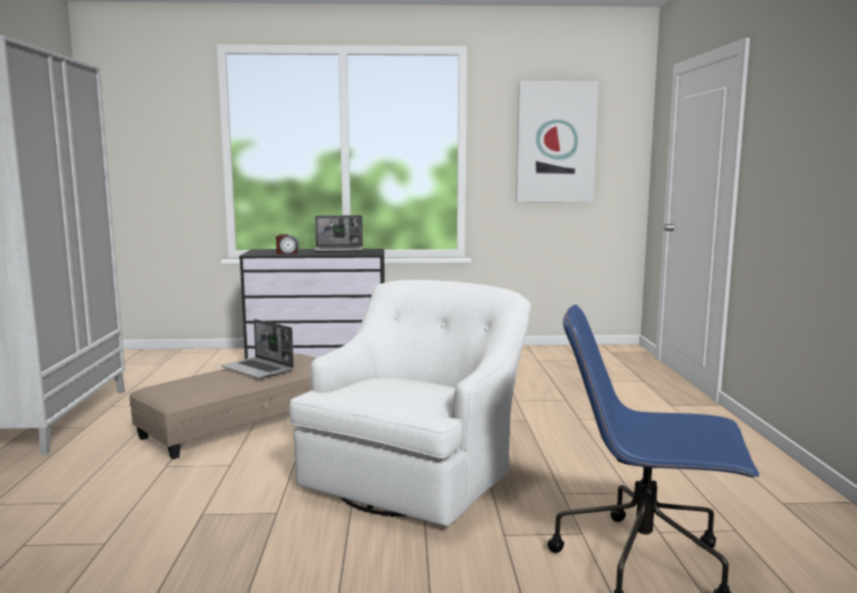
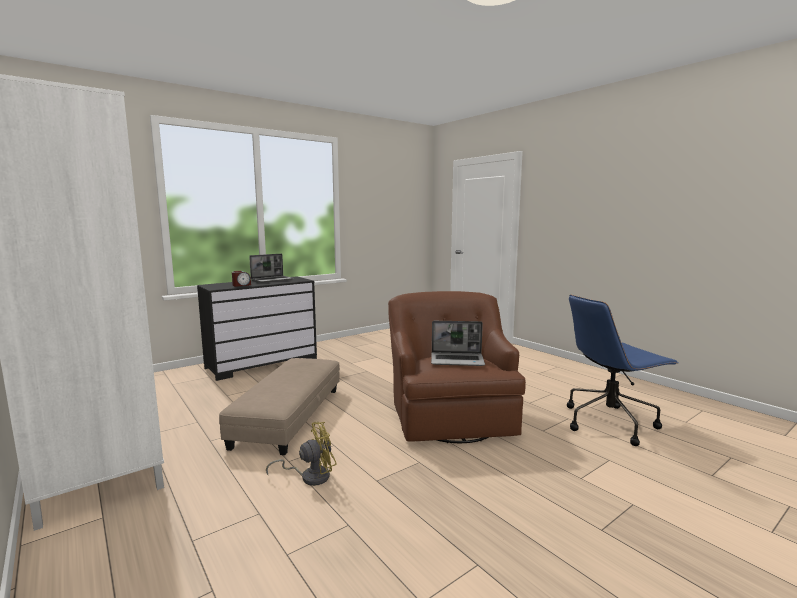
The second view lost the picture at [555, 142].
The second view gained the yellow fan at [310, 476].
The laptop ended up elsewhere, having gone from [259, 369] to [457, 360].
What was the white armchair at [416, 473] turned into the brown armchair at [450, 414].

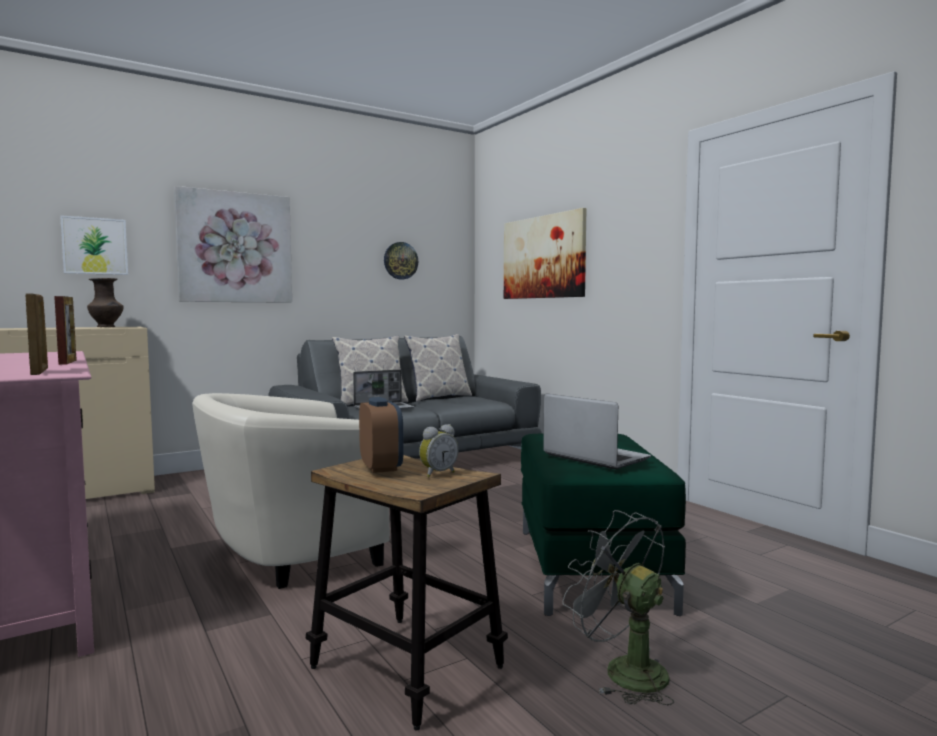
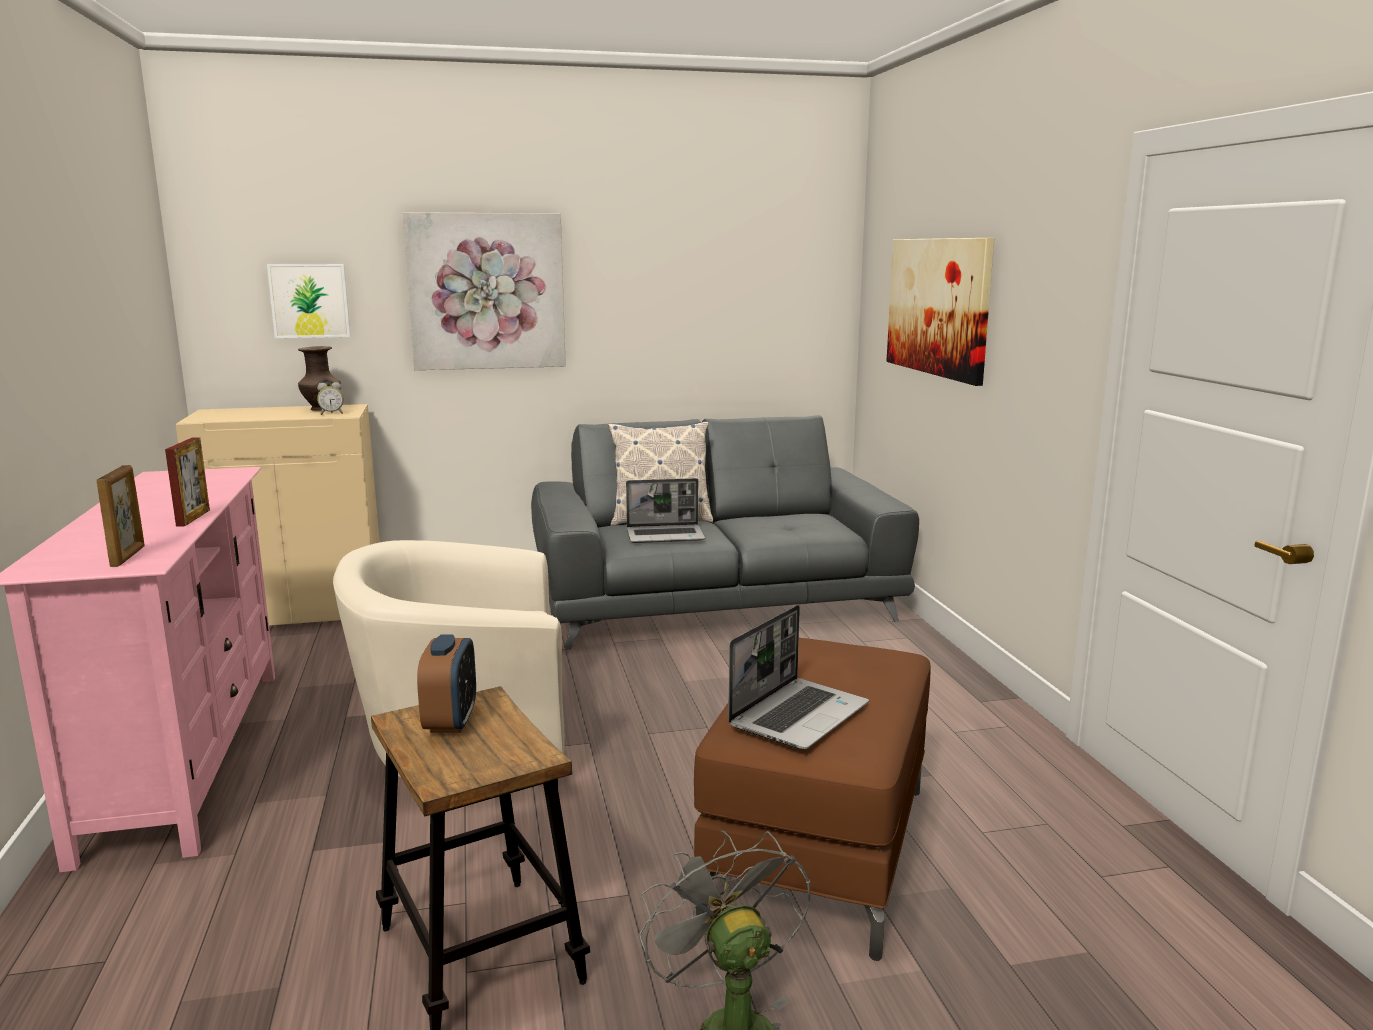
The second view lost the wall clock at [400, 260].
The second view lost the pillow at [438, 397].
The alarm clock ended up elsewhere, having gone from [437, 473] to [331, 413].
What was the green ottoman at [588, 566] turned into the brown ottoman at [818, 846].
The laptop at [594, 457] ended up facing another way, 60 degrees clockwise from before.

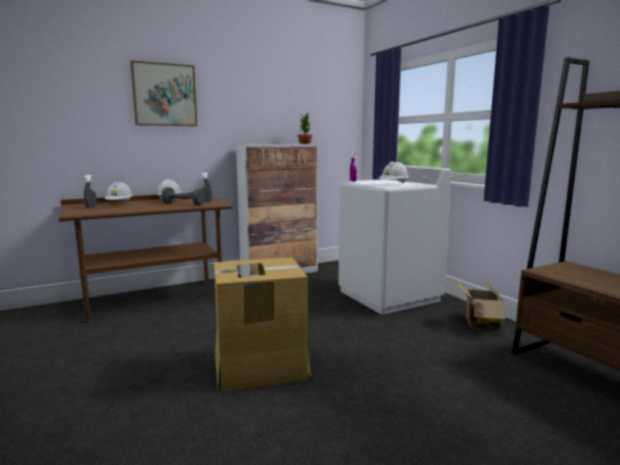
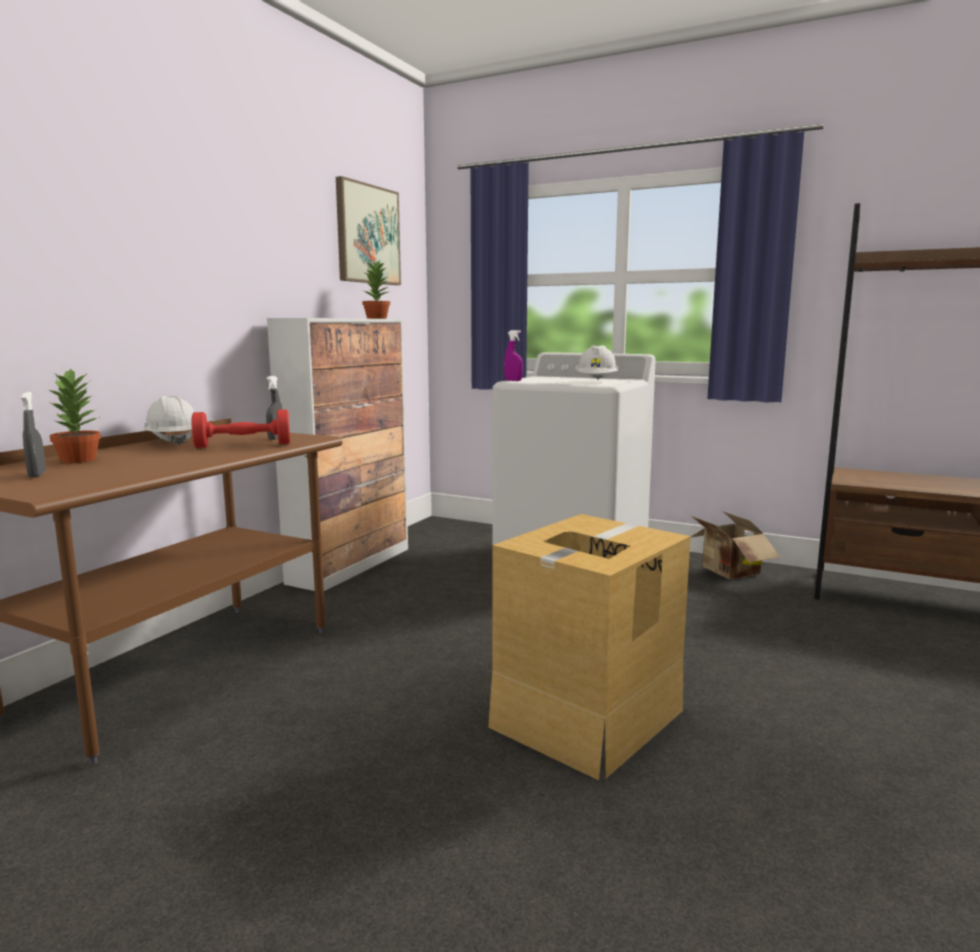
The picture ended up elsewhere, having gone from [164, 95] to [367, 234].
Where the white hard hat stood at [119, 203], the potted plant came to stand at [79, 460].
What was the grey dumbbell at [183, 204] turned into the red dumbbell at [243, 445].

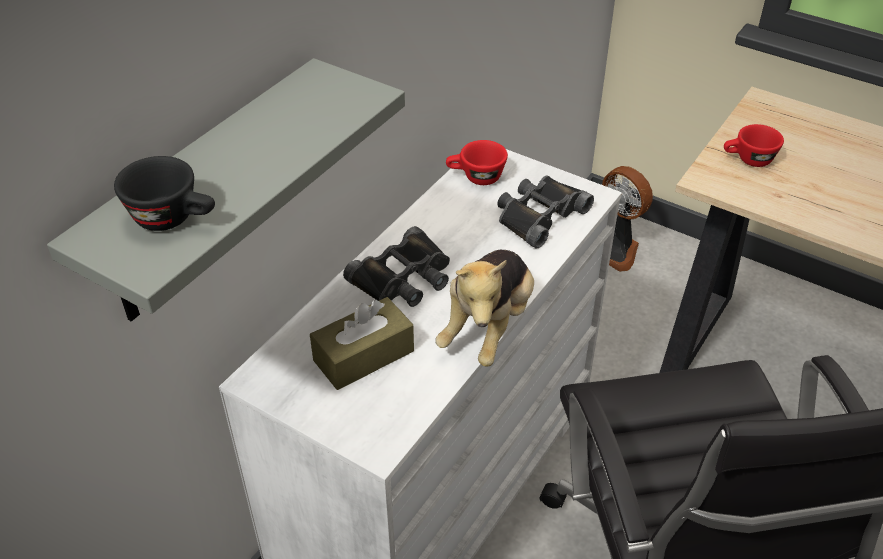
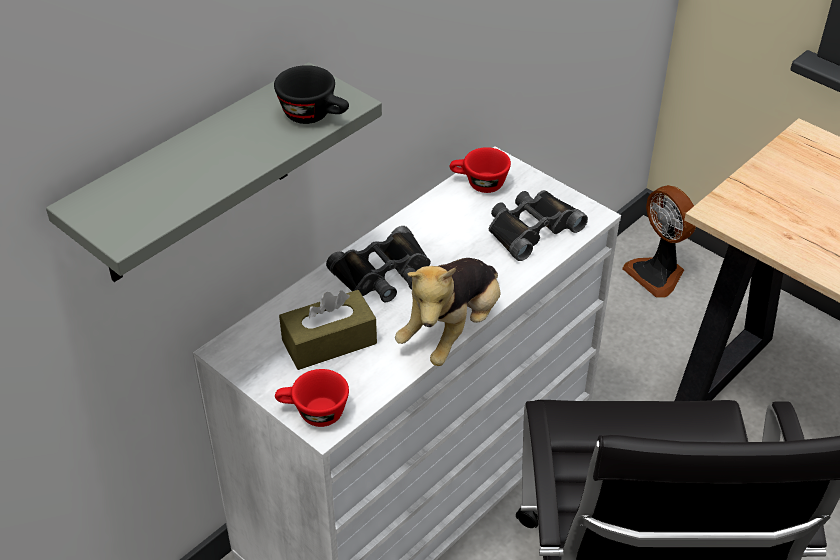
The black cup ended up elsewhere, having gone from [174, 218] to [315, 116].
The red cup ended up elsewhere, having gone from [748, 160] to [313, 413].

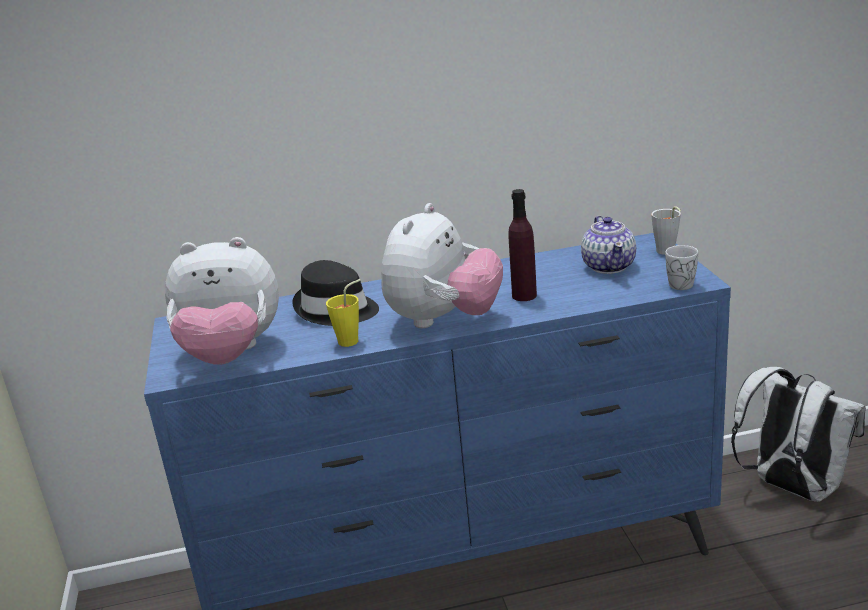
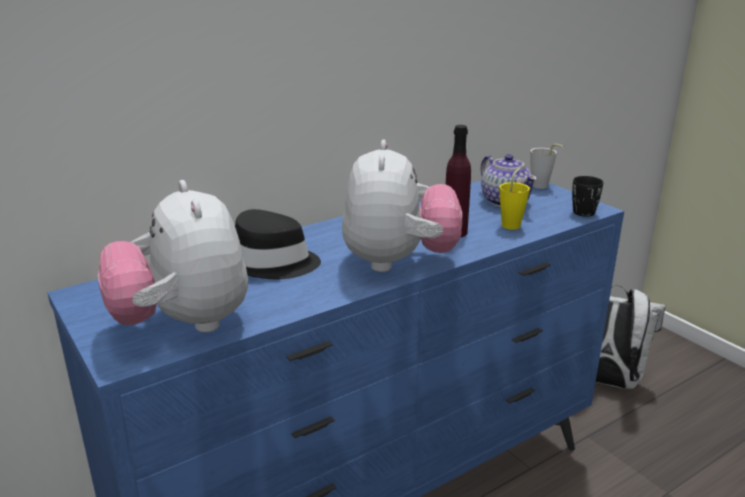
The yellow cup ended up elsewhere, having gone from [352, 340] to [512, 224].
What was the white mug at [682, 283] turned into the black mug at [582, 210].
The plush toy at [231, 355] ended up facing another way, 90 degrees clockwise from before.

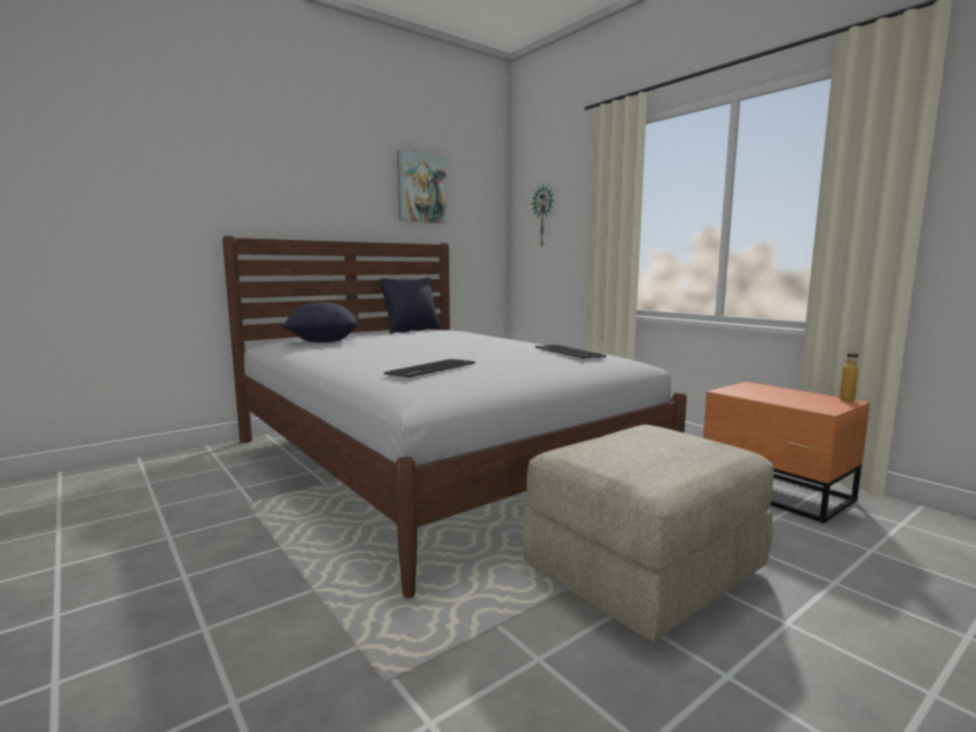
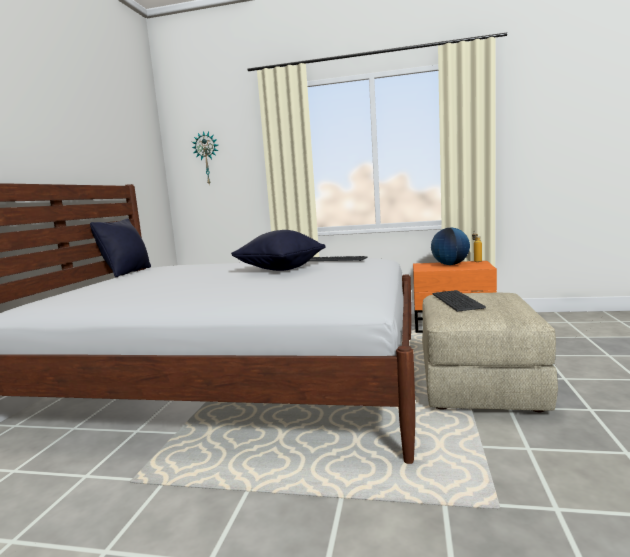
The second view lost the picture at [421, 188].
The second view gained the globe at [450, 264].
The black pillow ended up elsewhere, having gone from [323, 341] to [280, 269].
The keyboard ended up elsewhere, having gone from [431, 369] to [456, 301].

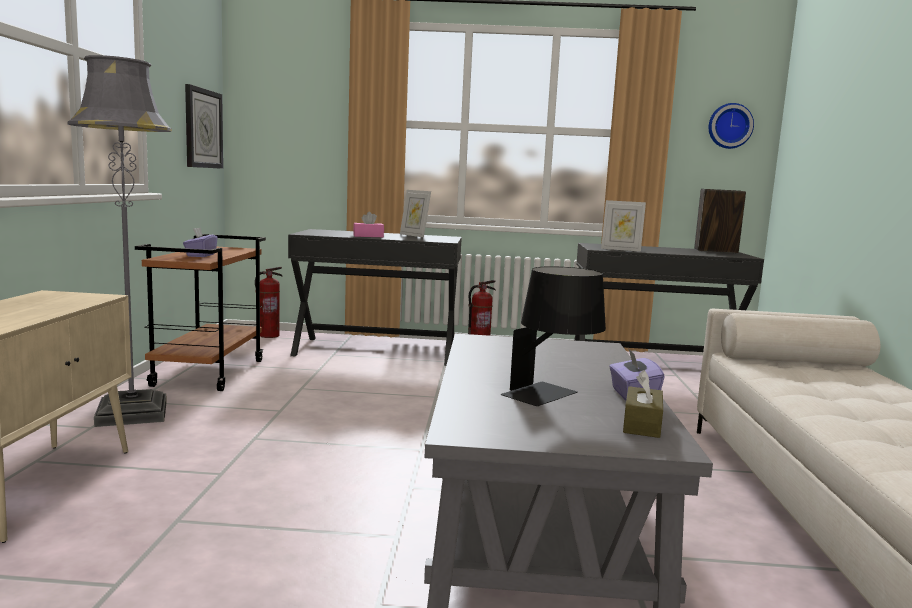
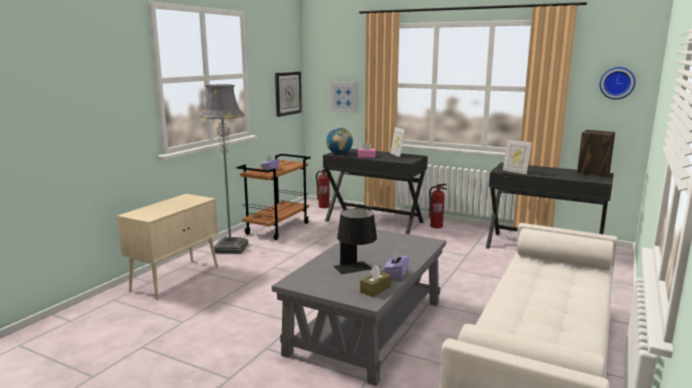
The second view gained the globe at [339, 154].
The second view gained the picture at [344, 97].

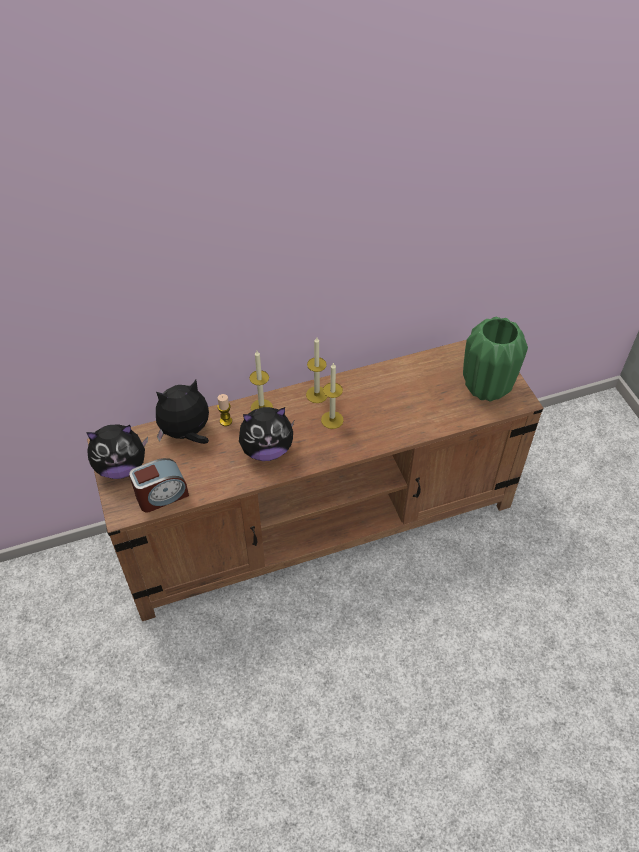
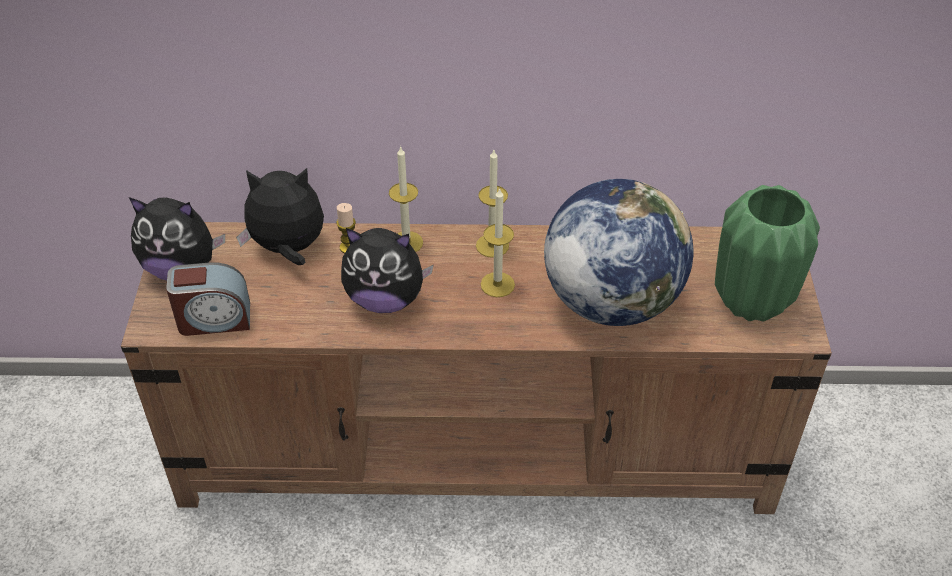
The second view gained the globe at [611, 301].

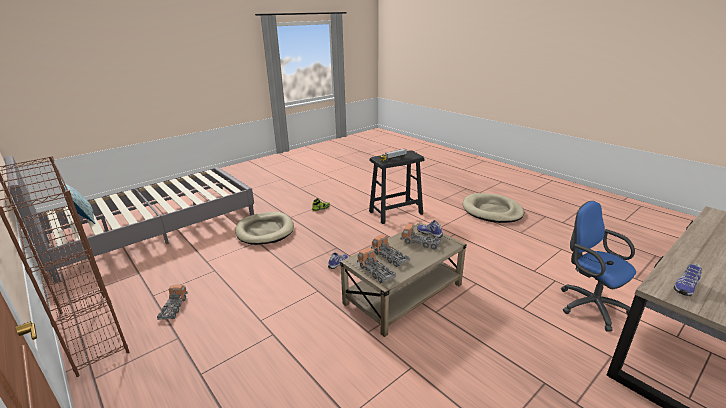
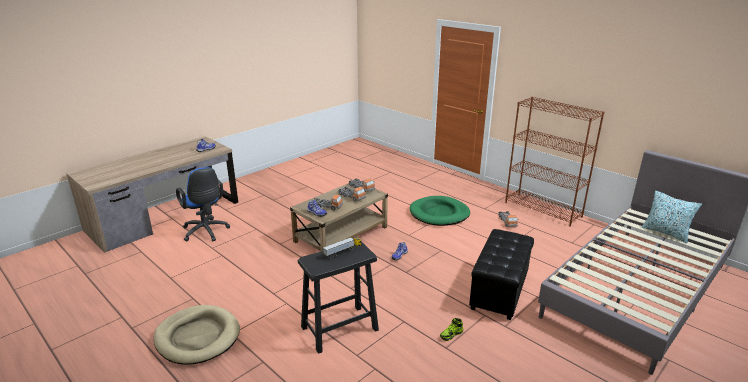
The second view gained the green dog bed at [439, 214].
Where the beige dog bed stood at [265, 230], the black ottoman came to stand at [500, 291].

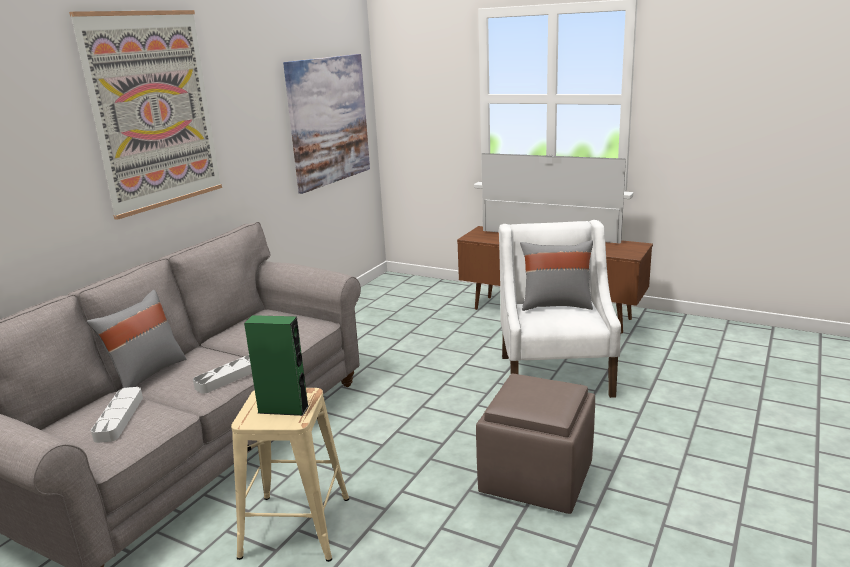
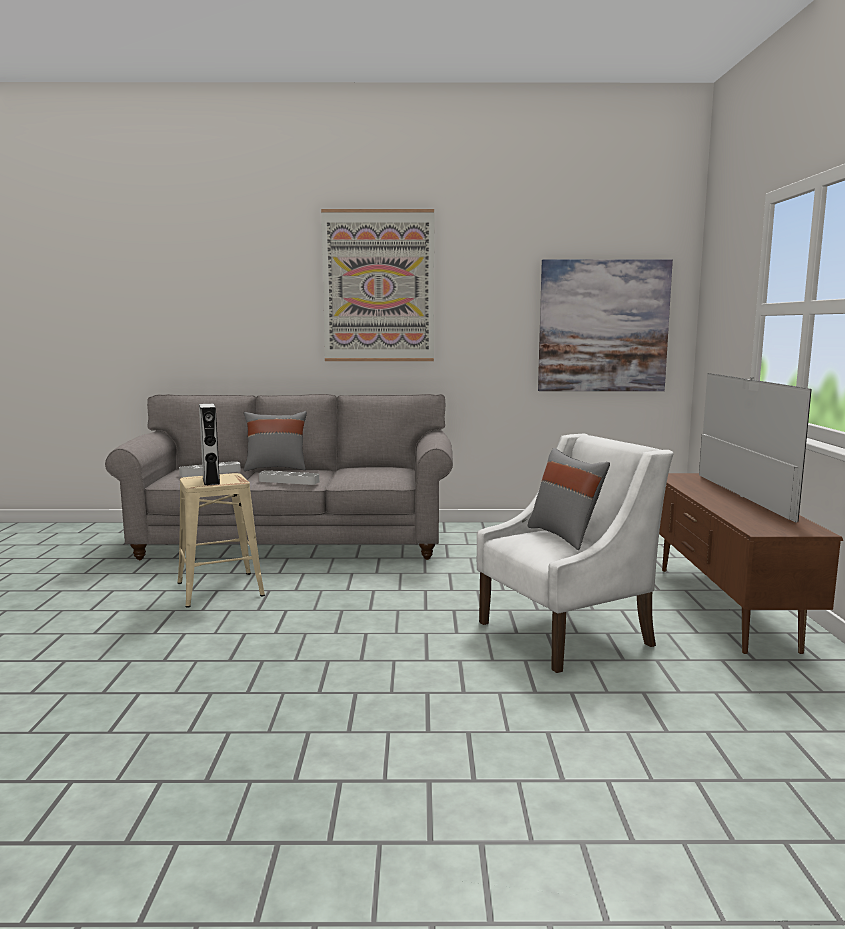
The second view lost the brown ottoman at [537, 479].
What was the green speaker at [283, 409] turned into the grey speaker at [211, 481].

